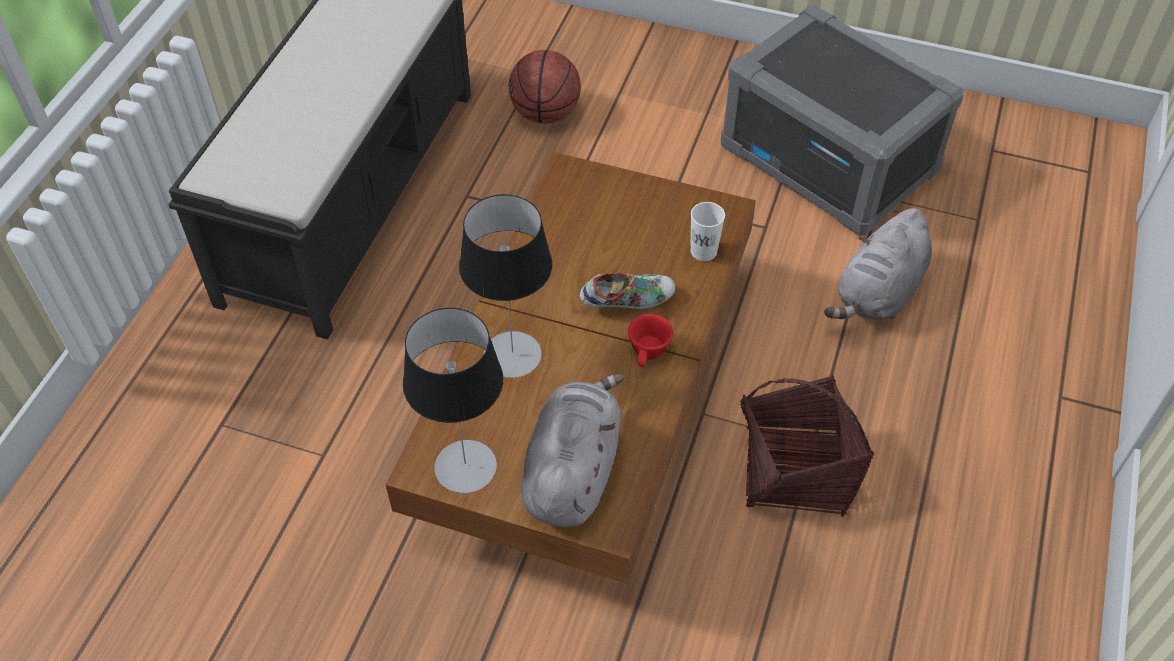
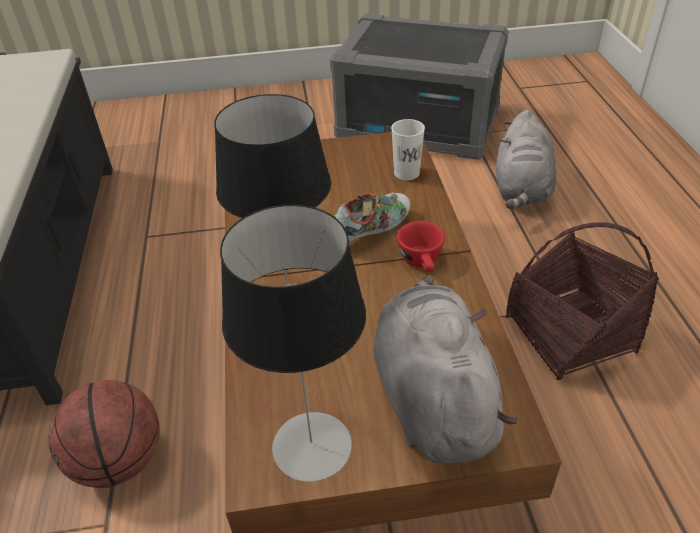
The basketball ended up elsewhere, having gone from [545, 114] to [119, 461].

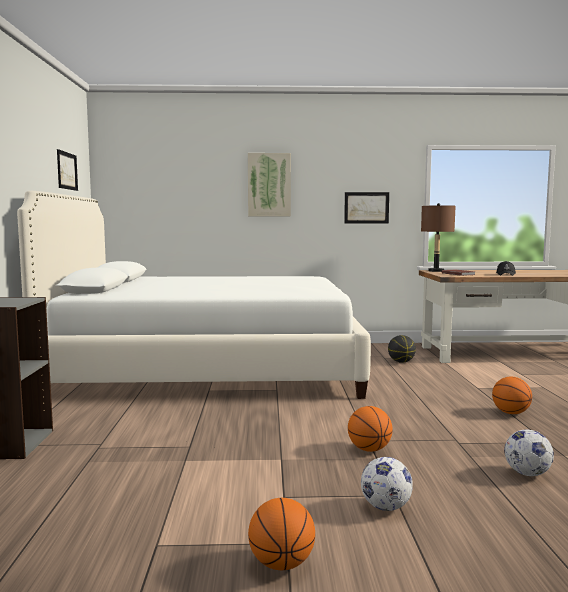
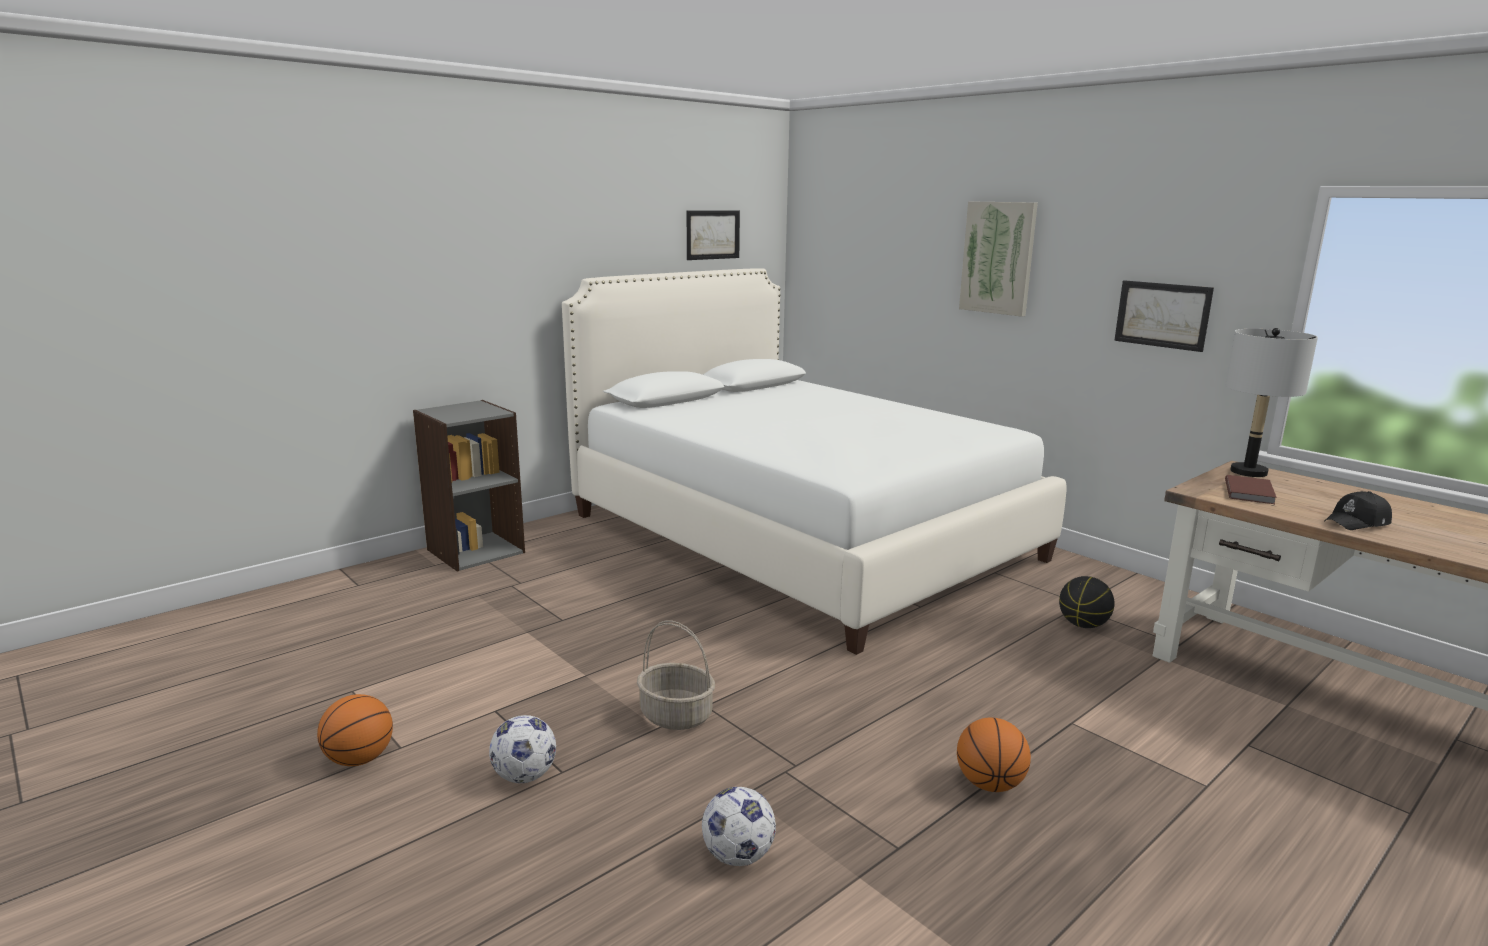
Where the basketball stood at [369, 449], the basket came to stand at [677, 715].
What was the brown table lamp at [436, 271] turned into the grey table lamp at [1248, 472].

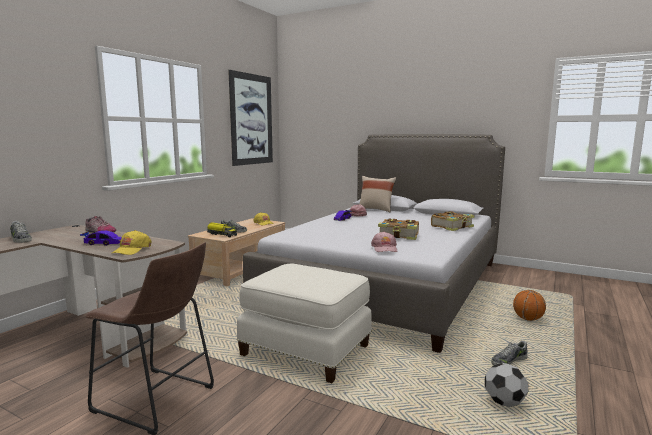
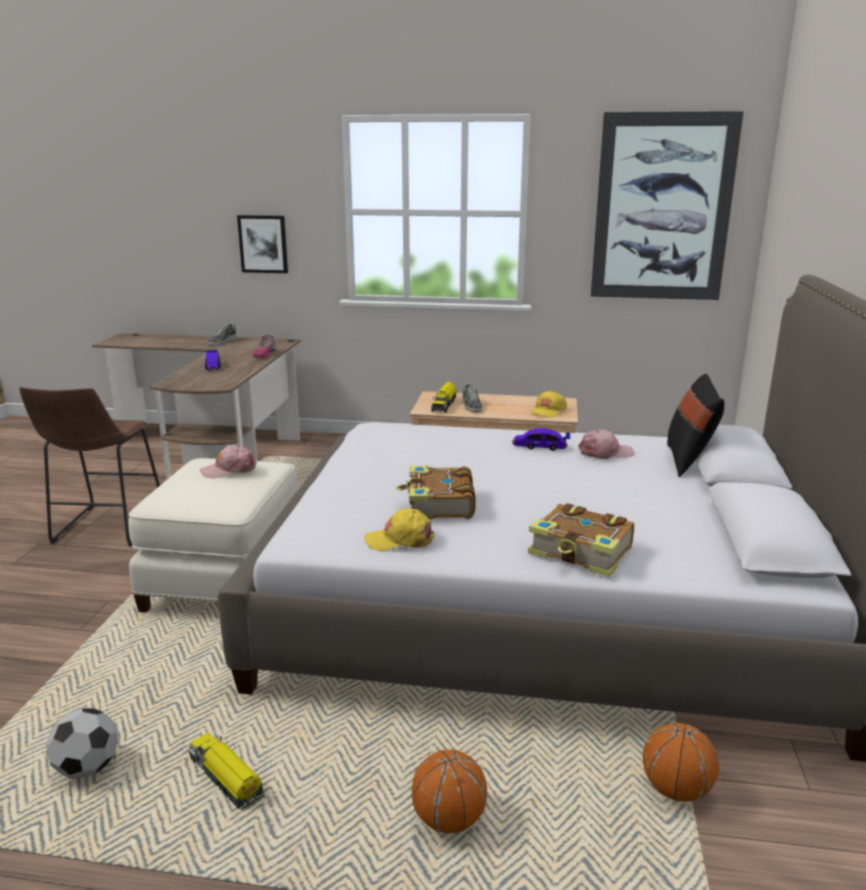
The second view gained the picture at [263, 244].
The second view gained the basketball at [676, 790].
The yellow cap ended up elsewhere, having gone from [131, 250] to [400, 540].
The pink cap ended up elsewhere, having gone from [384, 248] to [229, 469].
Where the shoe stood at [508, 361], the toy truck came to stand at [226, 778].
What was the beige pillow at [376, 209] turned into the black pillow at [689, 461].

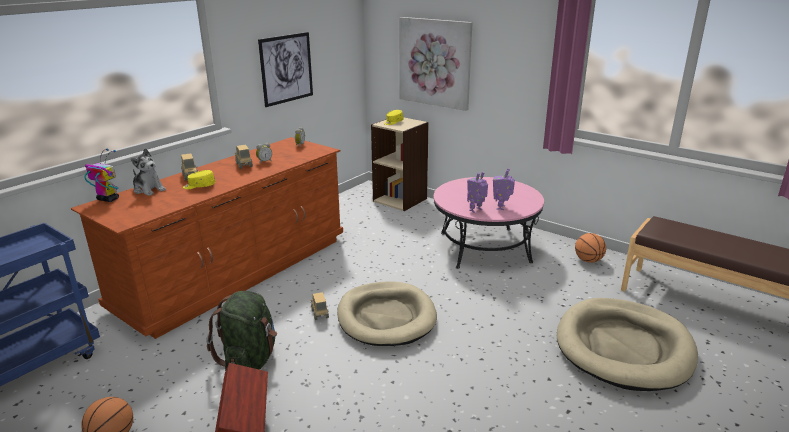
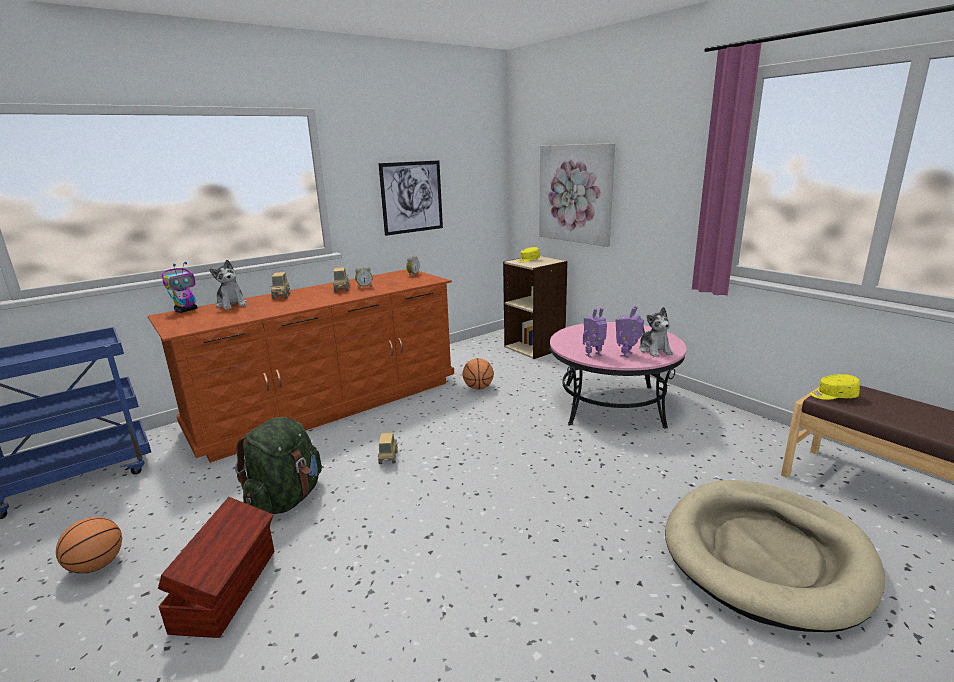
The second view lost the beige dog bed at [386, 317].
The second view gained the plush toy at [654, 350].
The yellow cap ended up elsewhere, having gone from [199, 186] to [833, 395].
The basketball ended up elsewhere, having gone from [588, 260] to [478, 388].
The toy robot at [107, 199] ended up facing another way, 90 degrees clockwise from before.

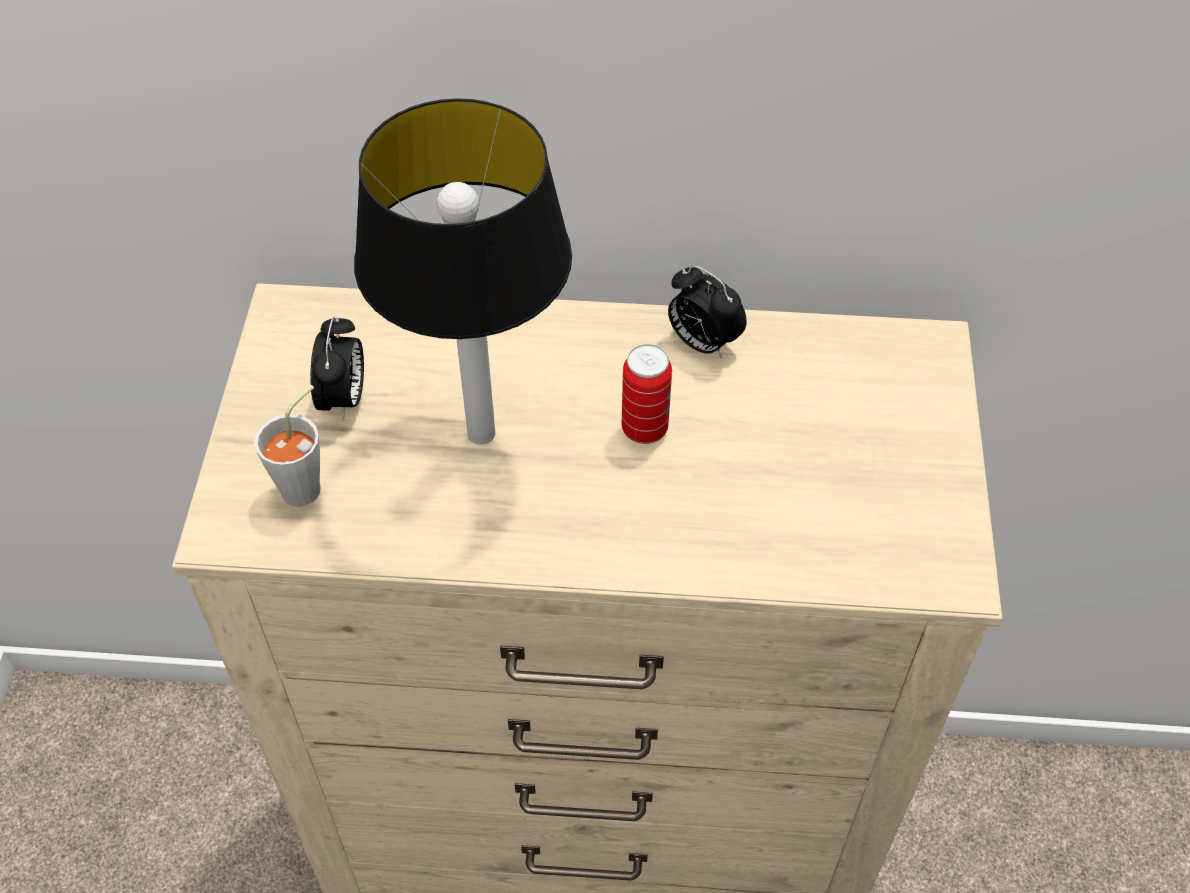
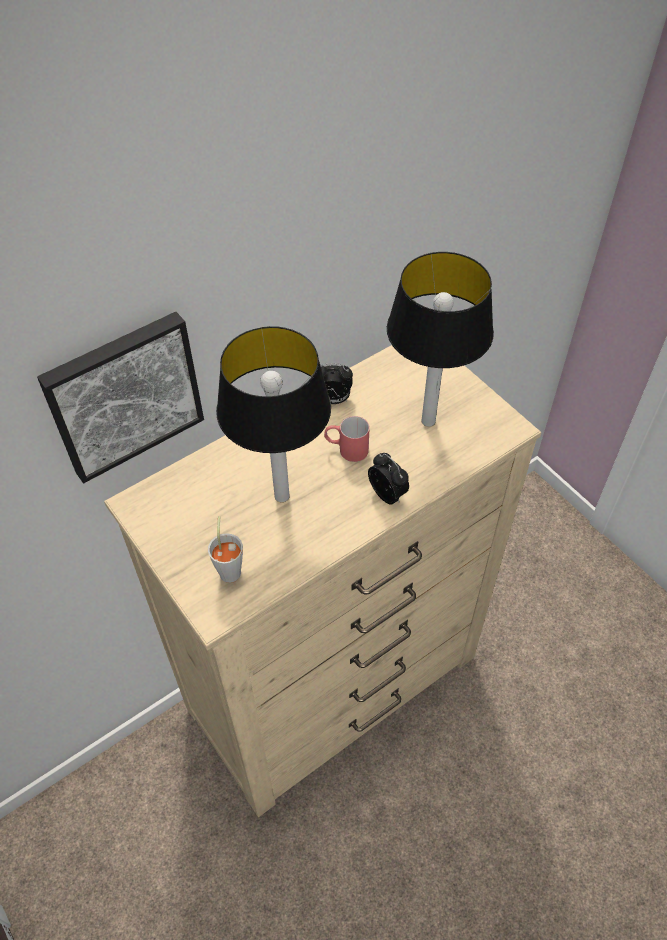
The second view gained the picture at [124, 394].
The second view gained the table lamp at [429, 420].
The alarm clock ended up elsewhere, having gone from [344, 399] to [388, 494].
Where the can stood at [644, 429], the red mug came to stand at [346, 449].

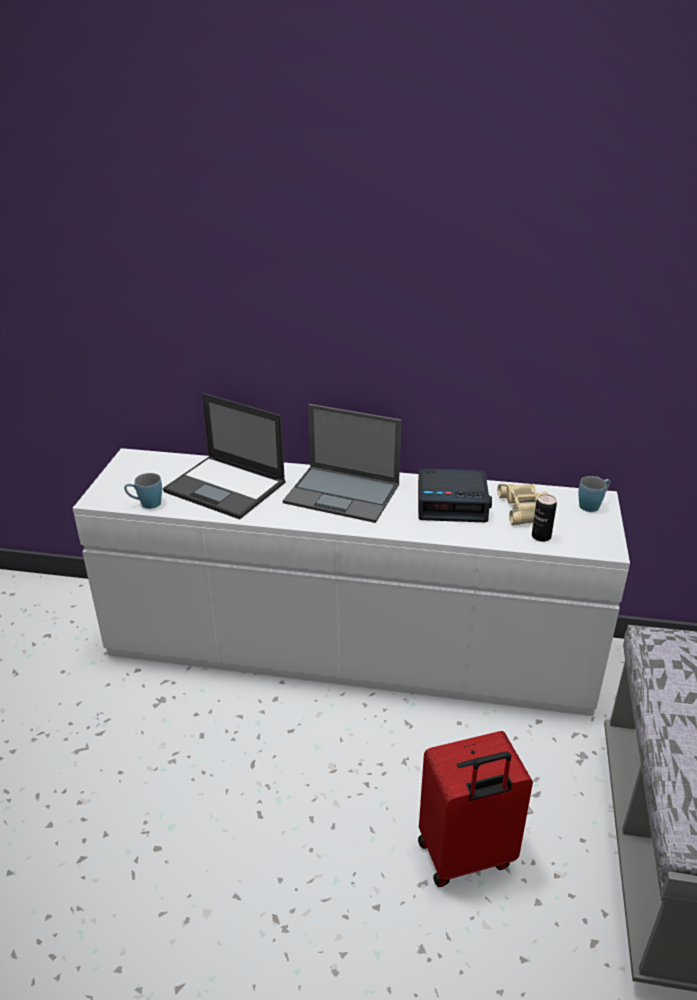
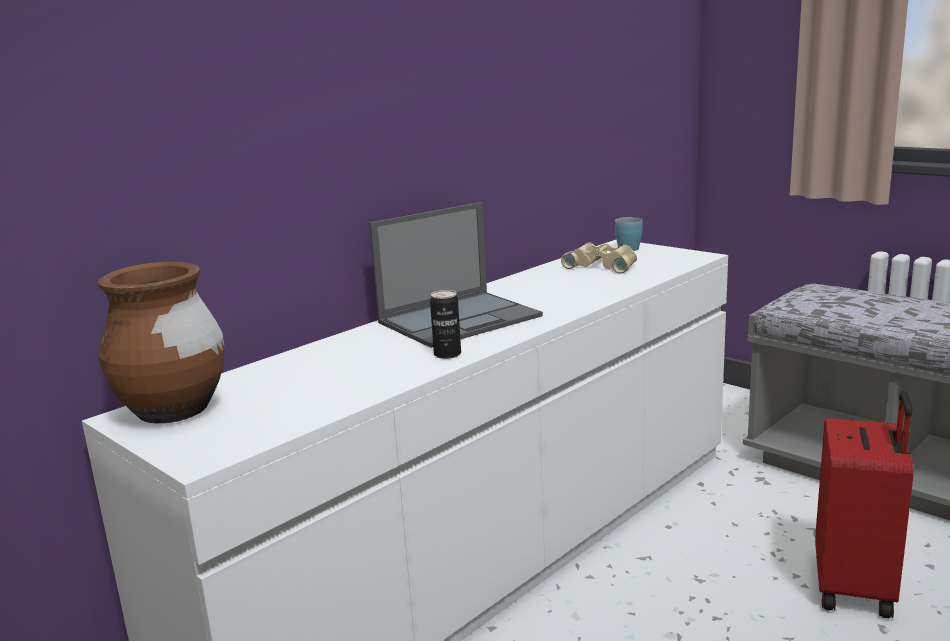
The second view lost the blue mug at [146, 504].
The second view lost the laptop at [226, 487].
The second view lost the alarm clock at [452, 503].
The second view gained the brown vase at [174, 412].
The can ended up elsewhere, having gone from [541, 536] to [447, 354].

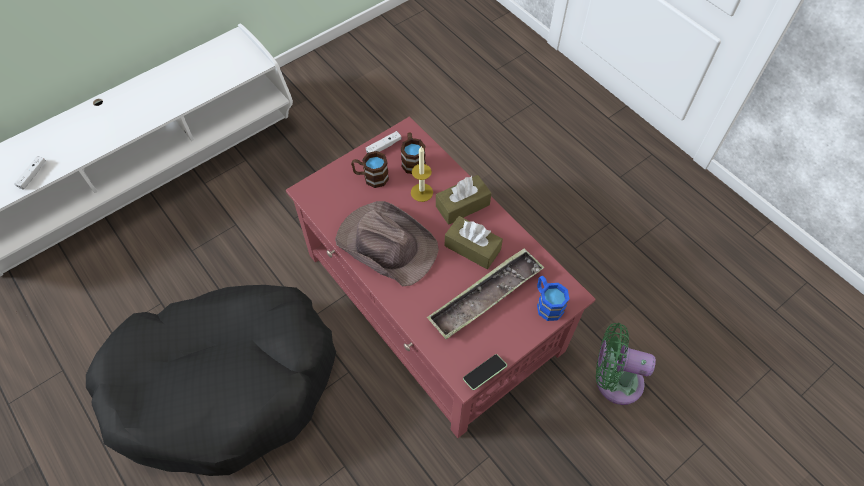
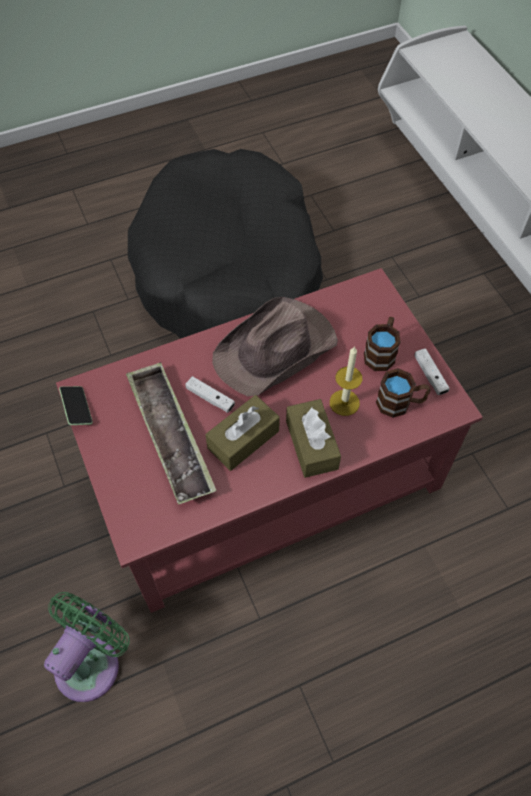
The second view lost the blue mug at [547, 303].
The white game controller ended up elsewhere, having gone from [32, 175] to [210, 398].

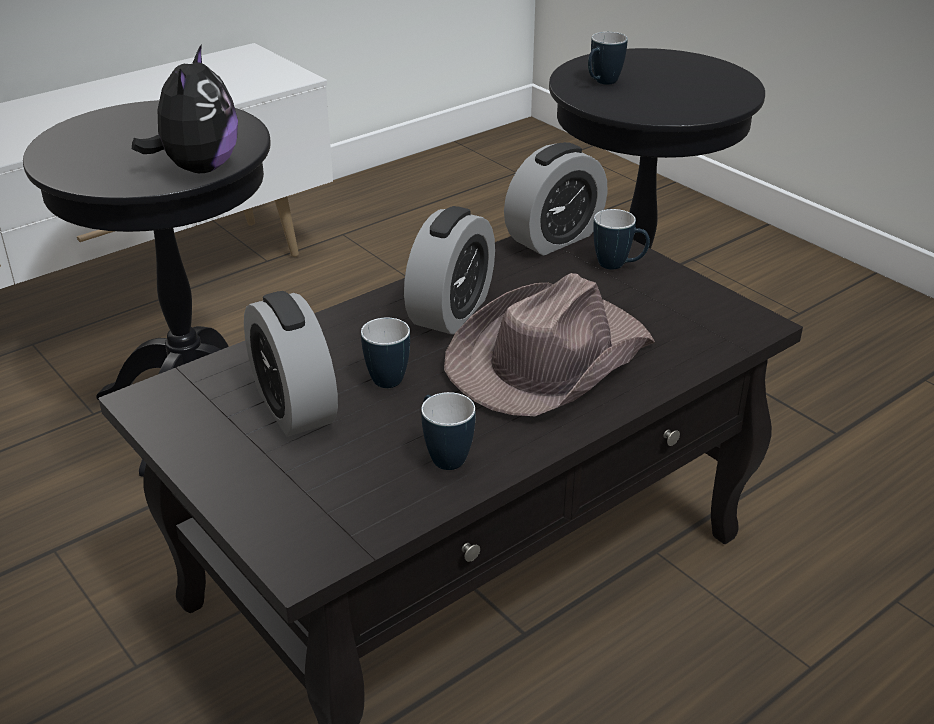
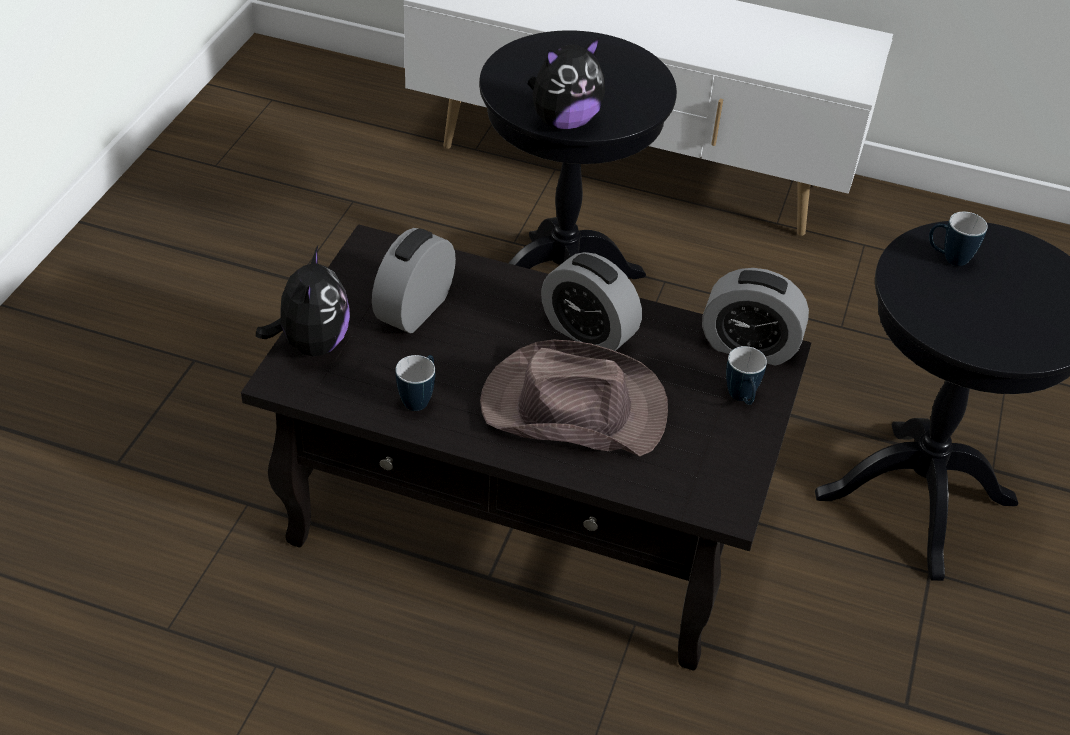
The second view lost the mug at [388, 375].
The second view gained the plush toy at [311, 344].
The alarm clock at [451, 312] ended up facing another way, 45 degrees clockwise from before.

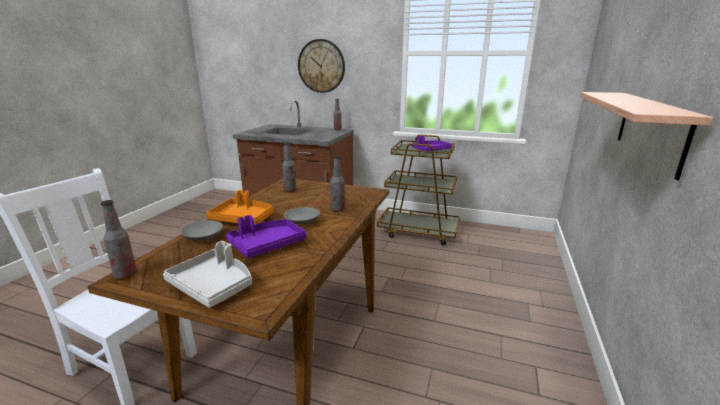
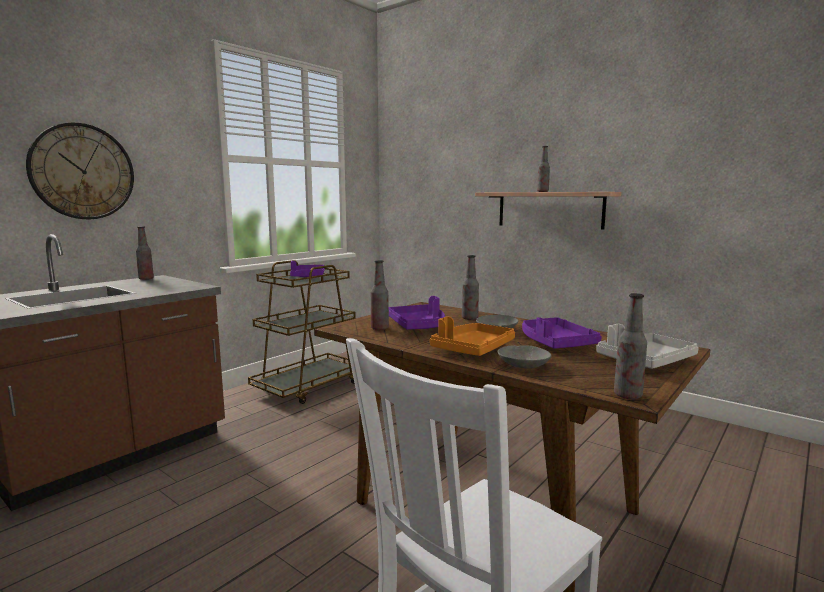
The second view gained the purple tray at [418, 326].
The second view gained the bottle at [542, 191].

